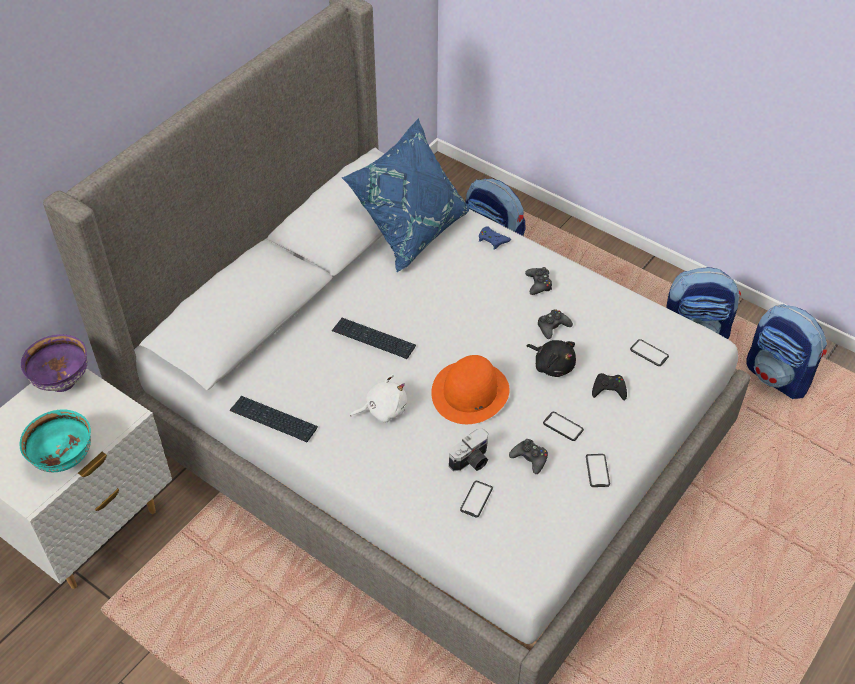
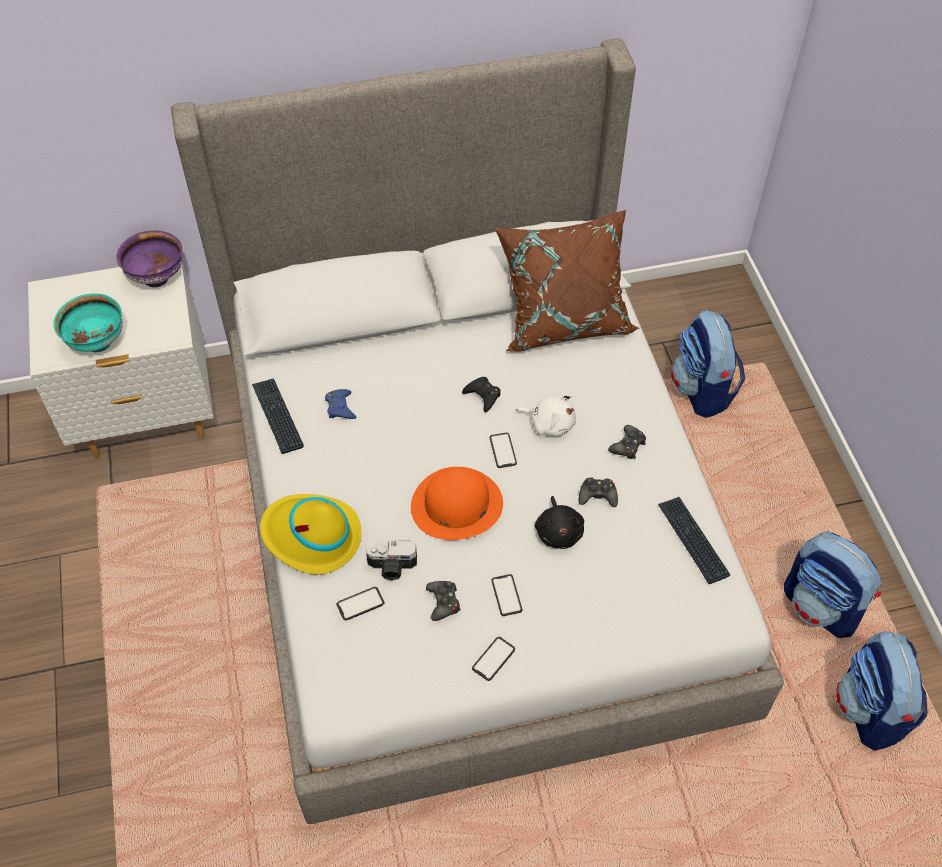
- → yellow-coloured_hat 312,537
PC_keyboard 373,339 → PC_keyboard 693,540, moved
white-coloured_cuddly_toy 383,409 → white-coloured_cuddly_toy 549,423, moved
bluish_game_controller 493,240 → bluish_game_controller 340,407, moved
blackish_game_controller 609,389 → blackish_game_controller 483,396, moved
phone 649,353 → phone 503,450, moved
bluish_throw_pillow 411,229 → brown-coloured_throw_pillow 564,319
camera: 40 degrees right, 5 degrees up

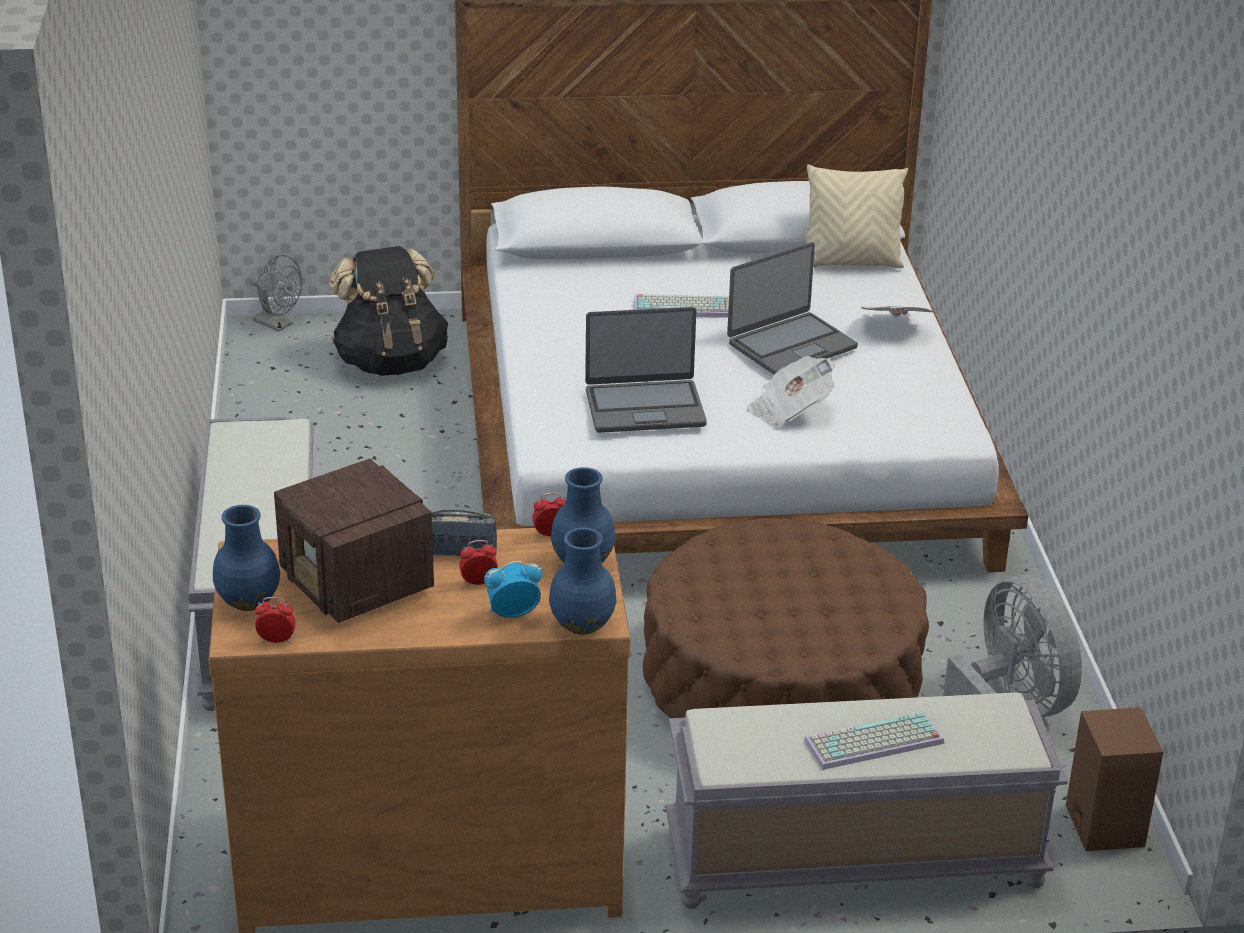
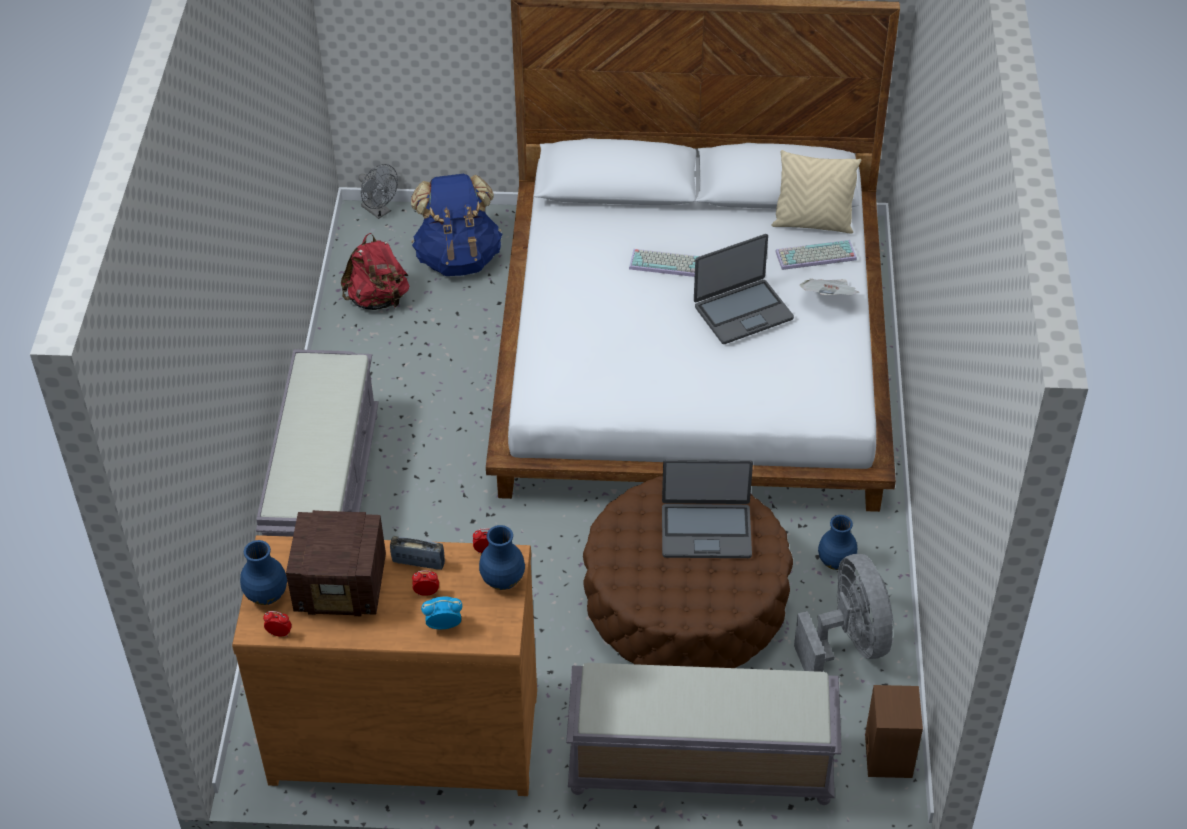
daily_paper 789,410 → -
- → reddish_rucksack 378,299
bluish_decorative_vase 581,624 → bluish_decorative_vase 835,561, moved
laptop 644,407 → laptop 706,530, moved
PC_keyboard 873,744 → PC_keyboard 815,257, moved
blackish_rucksack 391,362 → bluish_rucksack 458,257
radio_set 357,584 → radio_set 342,586, 60 degrees counterclockwise
camera: 10 degrees right, 15 degrees up

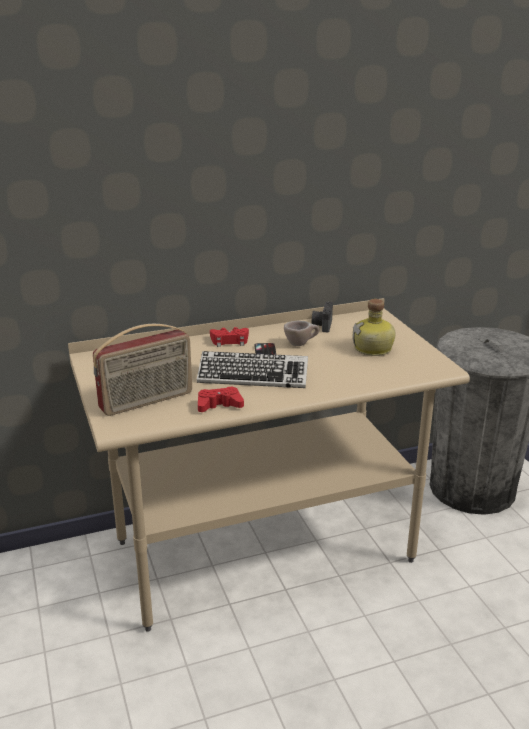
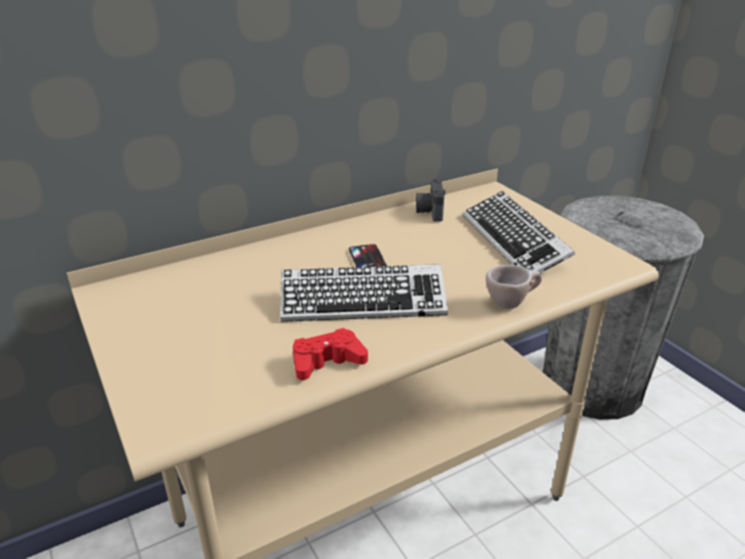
radio_set 147,401 → -
reddish_game_controller 229,341 → -
beige_cup 301,344 → beige_cup 511,303, moved
beverage_bottle 374,349 → PC_keyboard 513,241
camera: 10 degrees left, 5 degrees up

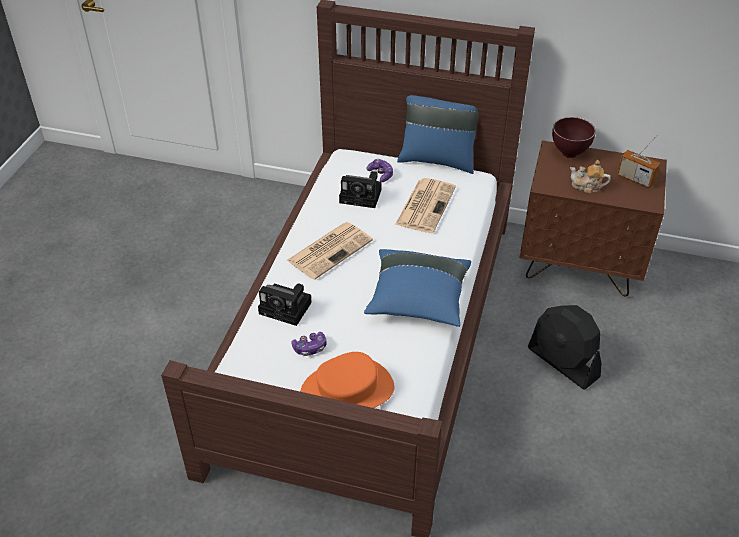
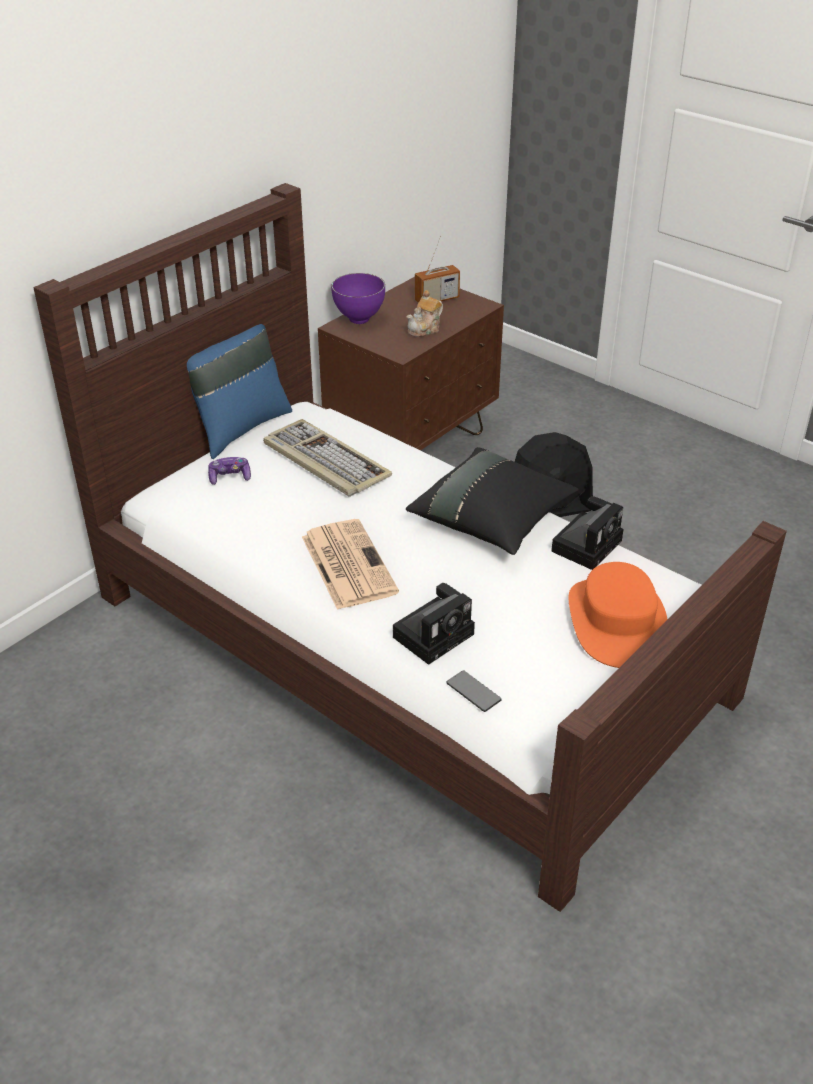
game_controller 310,348 → -
- → phone 473,692
still_camera 362,196 → still_camera 587,544, moved
daily_paper 425,205 → PC_keyboard 324,461
bluish_throw_pillow 417,300 → blackish_throw_pillow 492,520
brown-coloured_bowl 569,154 → purple-coloured_bowl 360,320
camera: 65 degrees left, 5 degrees down

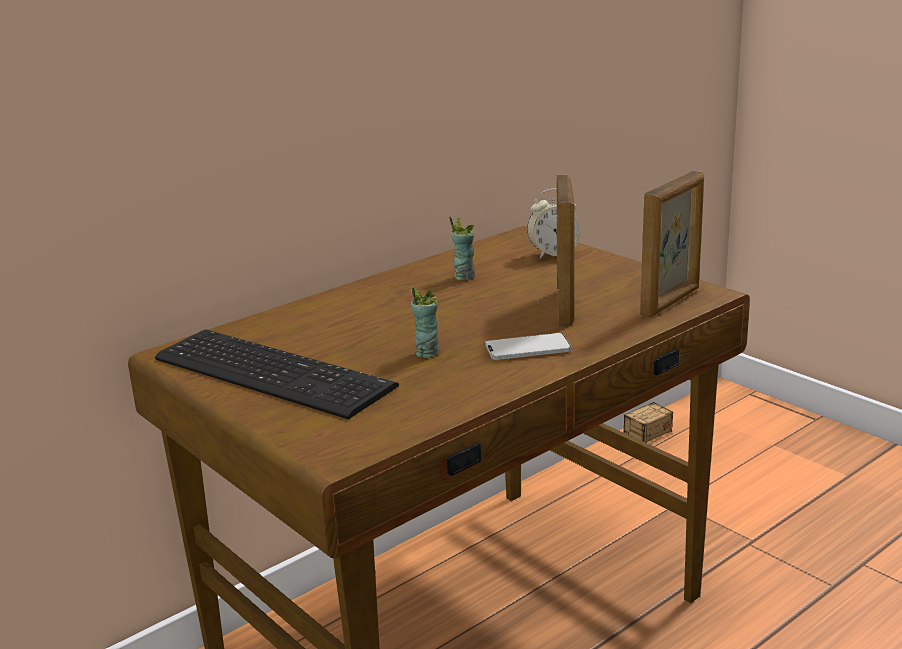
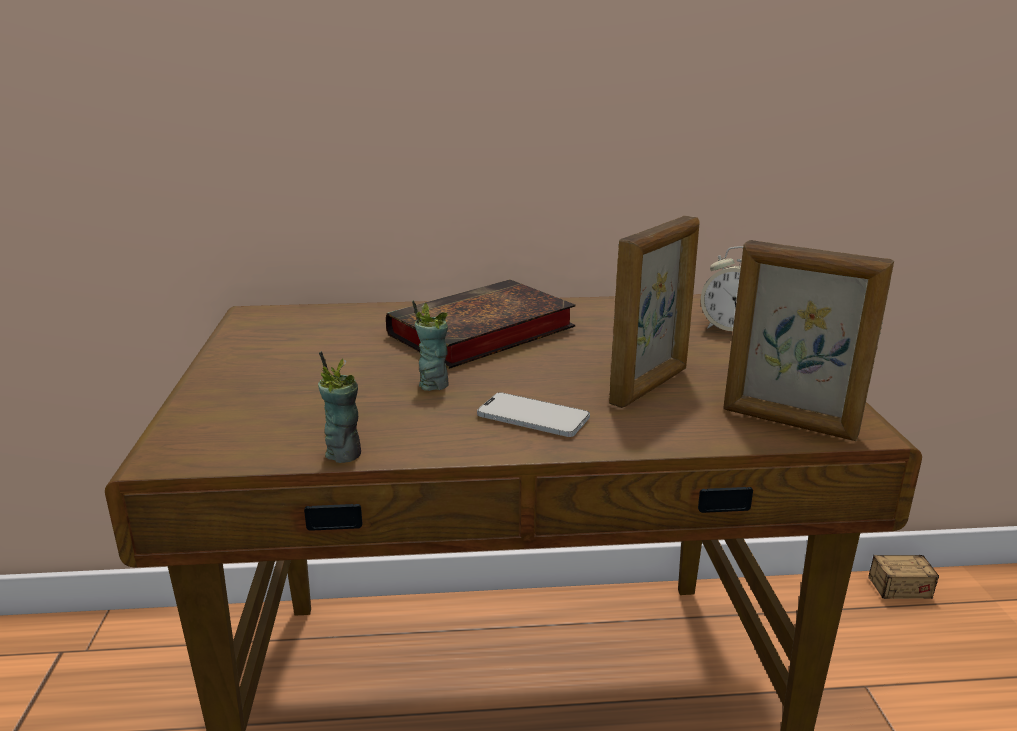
PC_keyboard 273,370 → -
- → book 479,334
cup 464,276 → cup 344,454, moved
photo_frame 671,302 → photo_frame 788,423, 45 degrees clockwise
camera: 35 degrees right, 0 degrees up

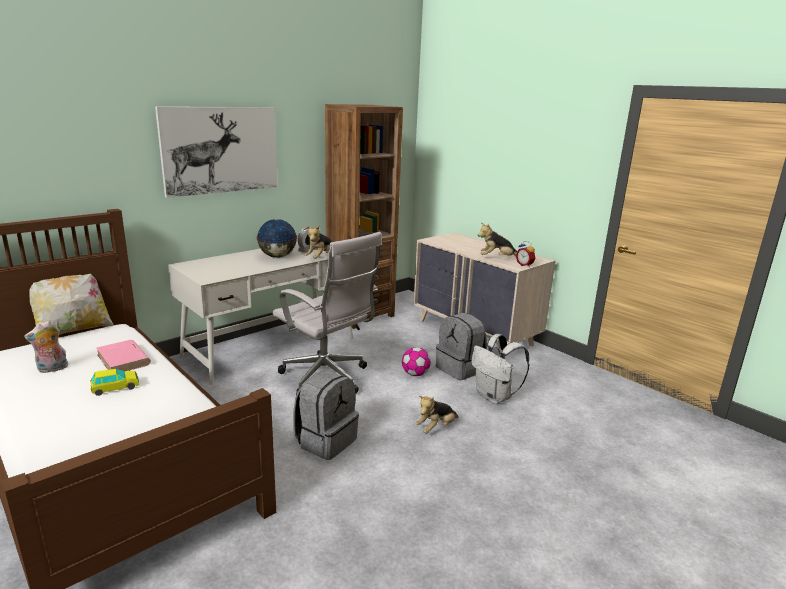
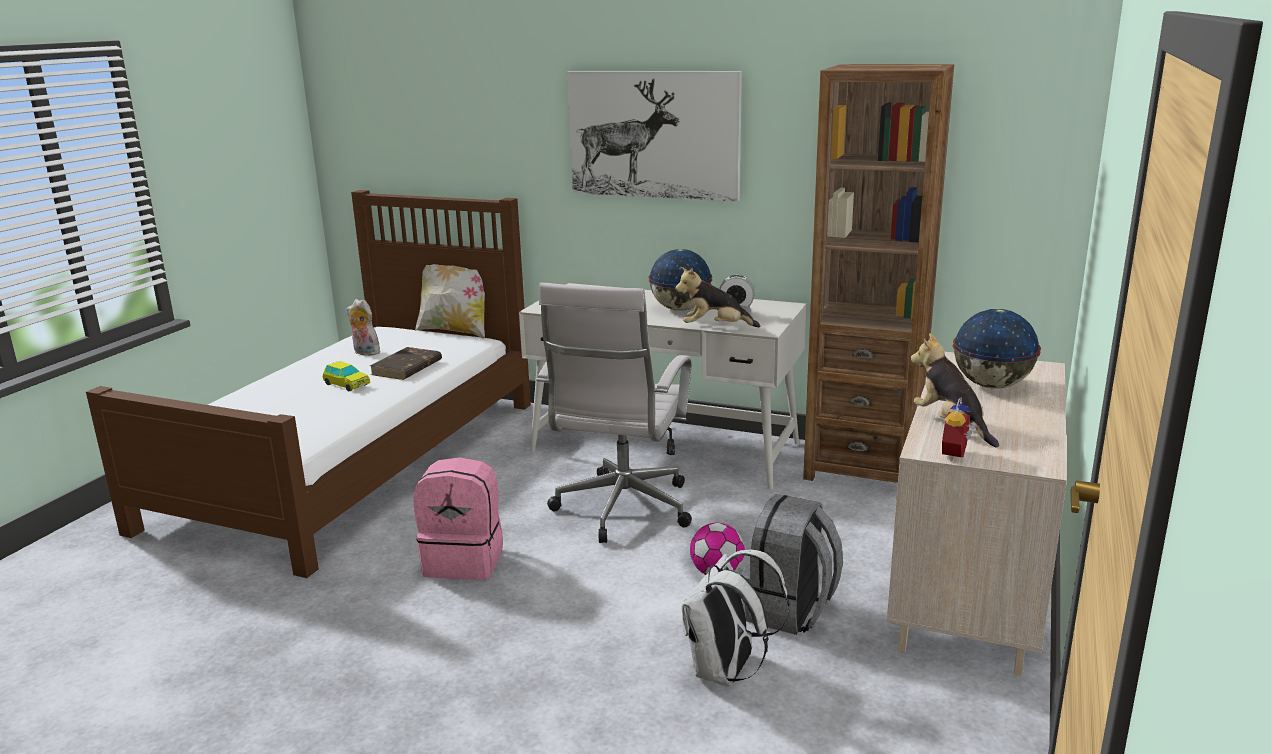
cuddly_toy 436,428 → -
- → globe 991,385
pink_book 124,360 → brown-coloured_book 406,367
gray_rucksack 326,441 → pink_rucksack 465,561
camera: 65 degrees right, 0 degrees up

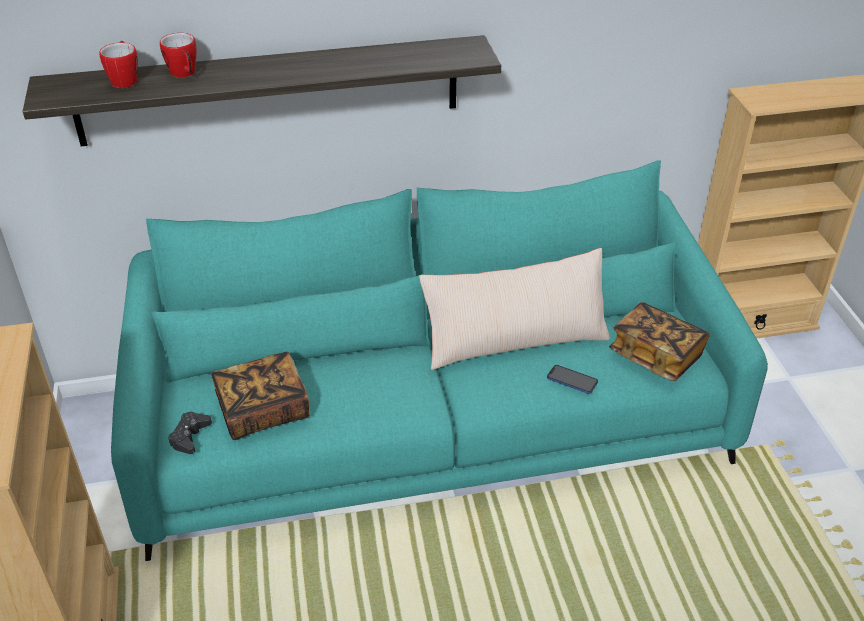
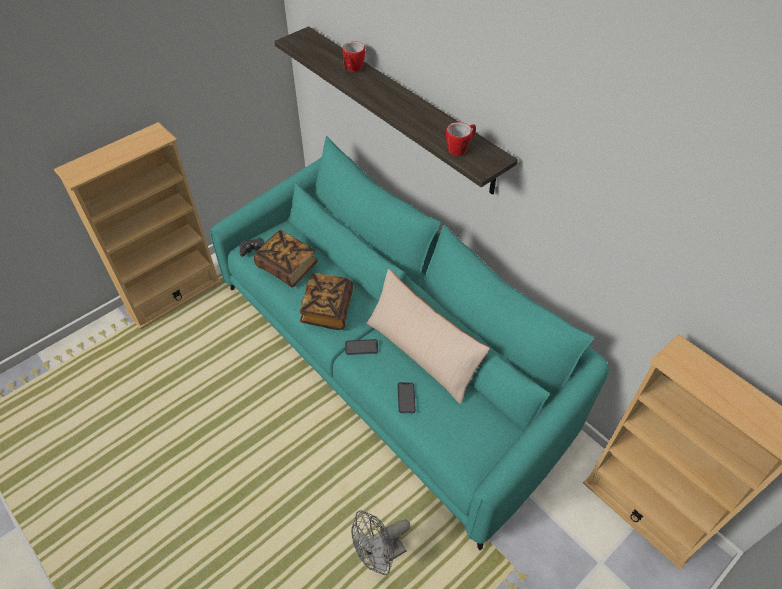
- → phone 361,347
- → gray_cooling_fan 380,556
mug 125,79 → mug 460,149, moved
book 656,355 → book 327,309, moved
camera: 60 degrees right, 10 degrees up

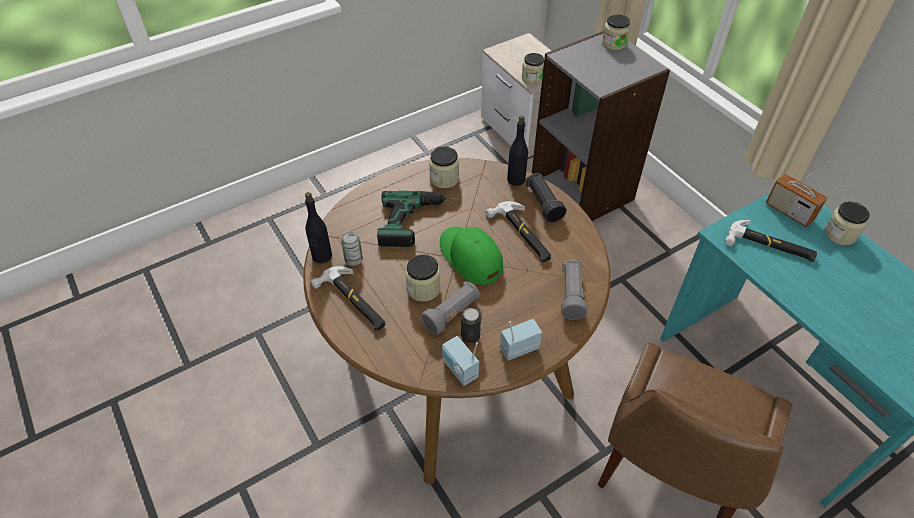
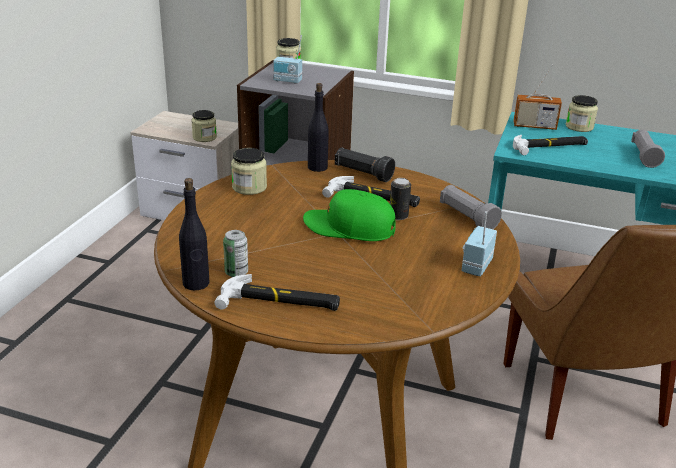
power_drill 419,221 → -
jar 423,288 → -
gray_hand_torch 452,314 → gray_hand_torch 644,157, moved
radio_set 459,370 → radio_set 287,81, moved
sealed_can 470,336 → sealed_can 398,216, moved
camera: 40 degrees left, 20 degrees down

